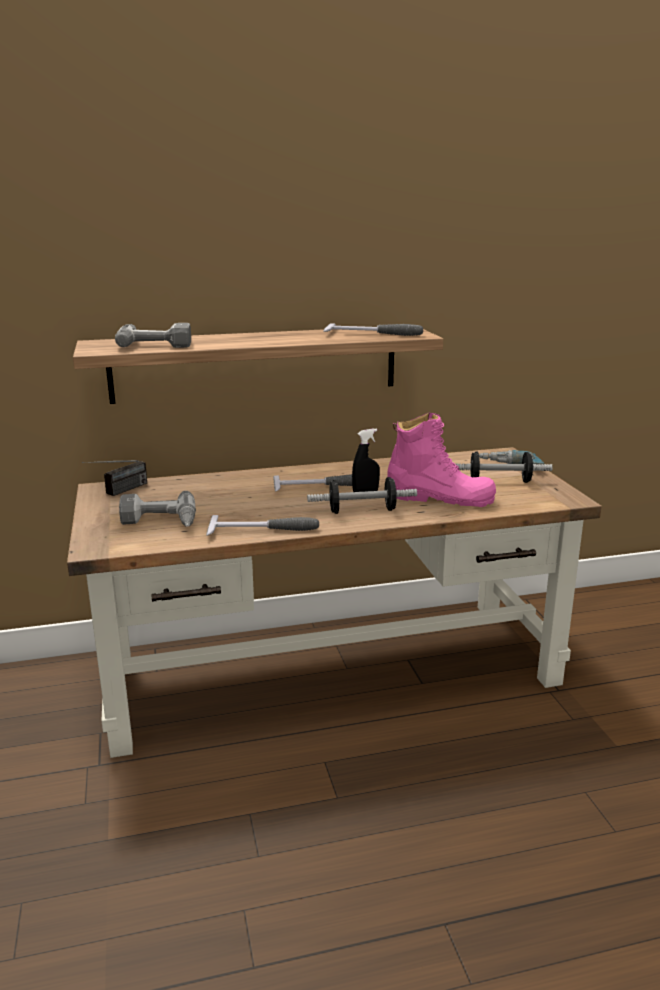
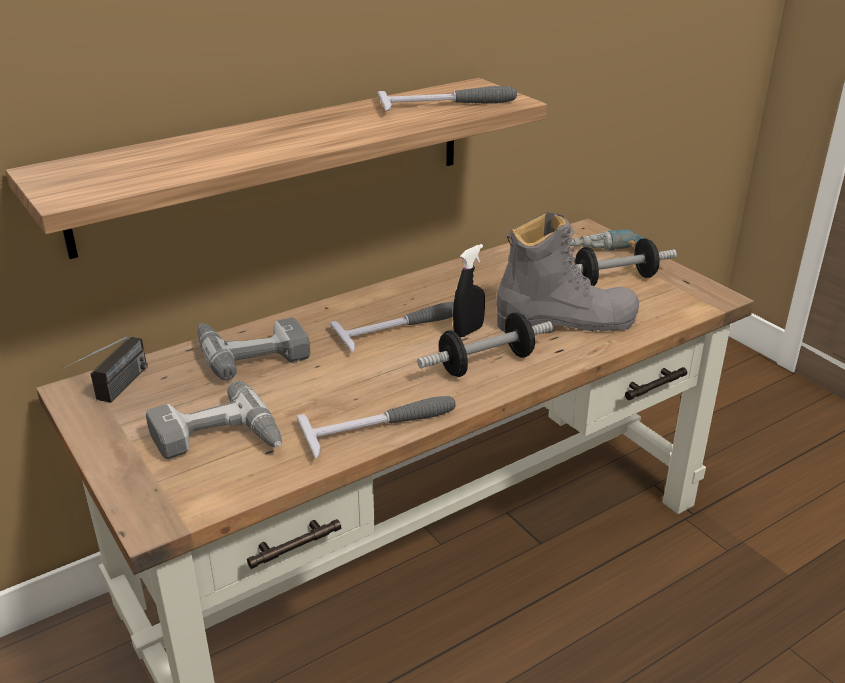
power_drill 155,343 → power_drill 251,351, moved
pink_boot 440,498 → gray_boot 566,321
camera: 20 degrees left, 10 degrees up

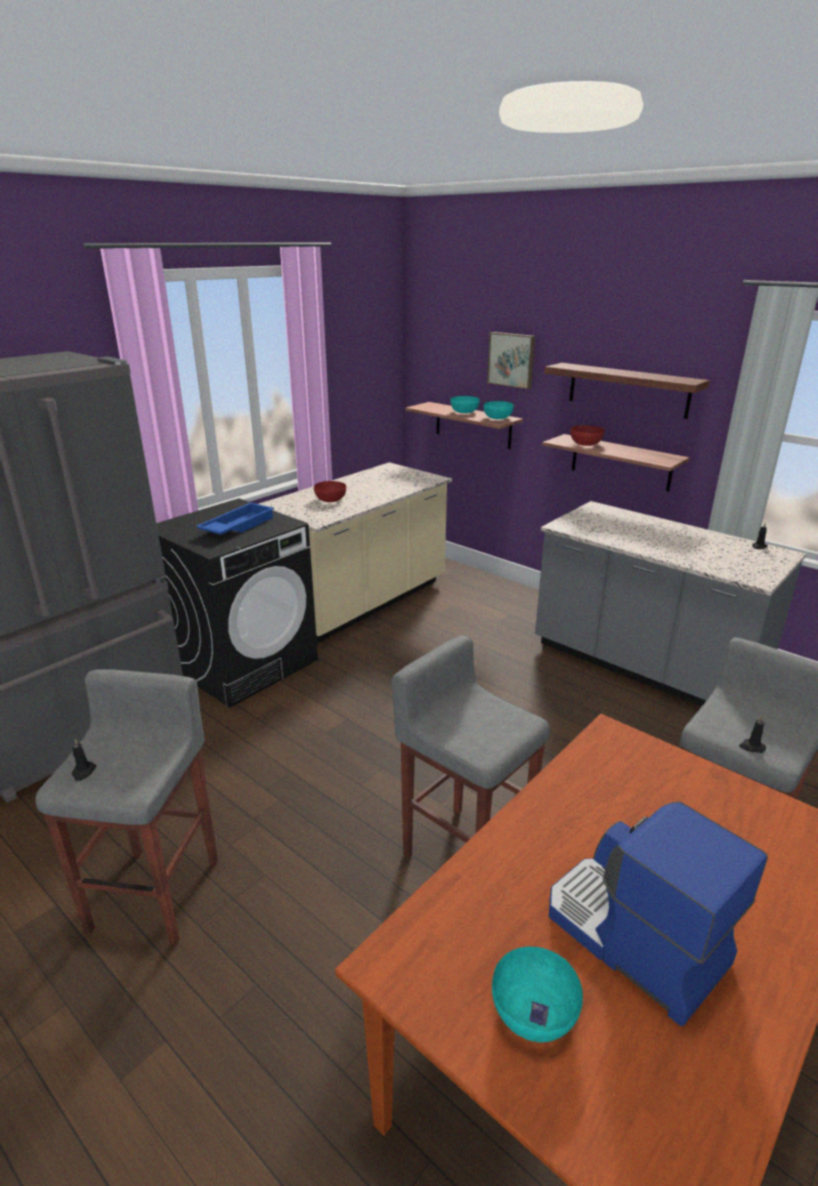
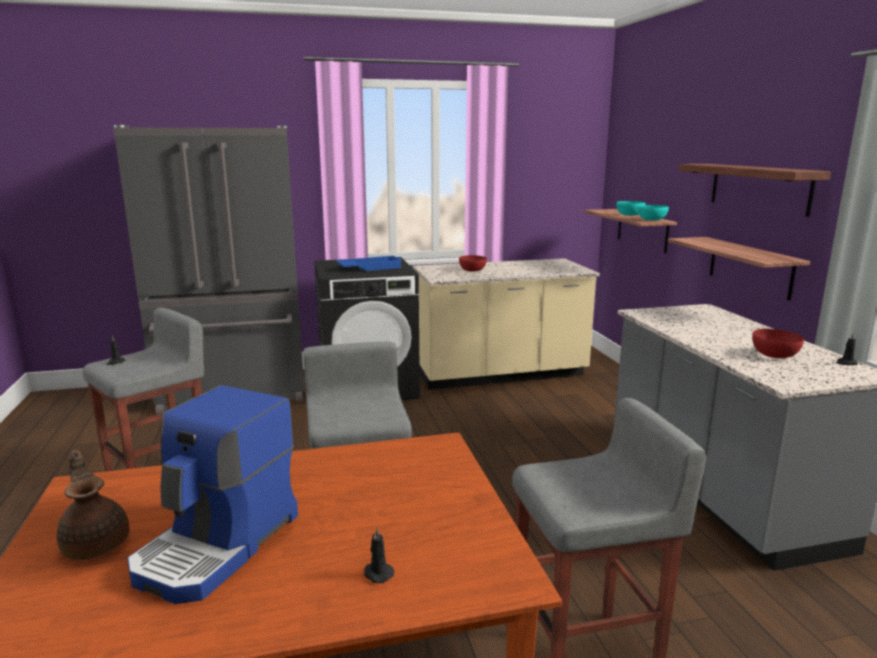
wall_art 512,359 → -
reddish_bowl 585,444 → reddish_bowl 775,355, moved
blackish_candle 751,747 → blackish_candle 377,573, moved
turquoise_bowl 533,1010 → brown-coloured_tea_pot 96,543
coffee_brewer 633,938 → coffee_brewer 219,545, 150 degrees counterclockwise
camera: 35 degrees right, 10 degrees down

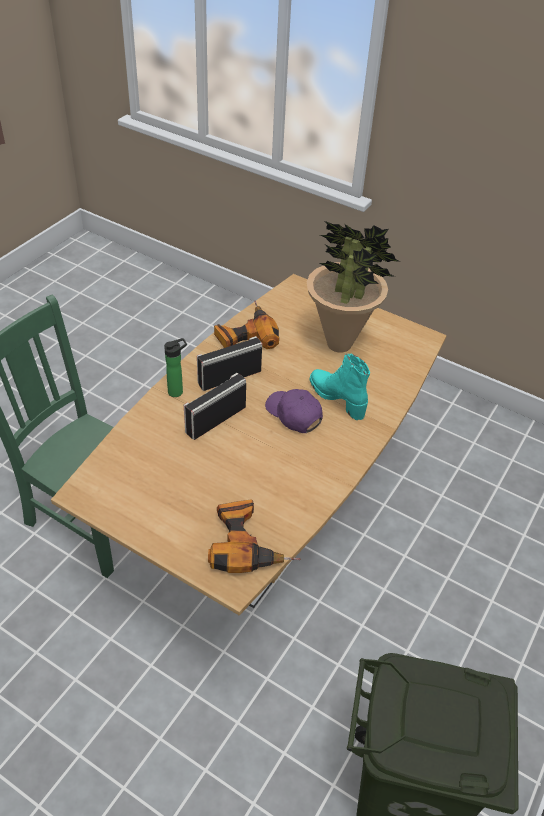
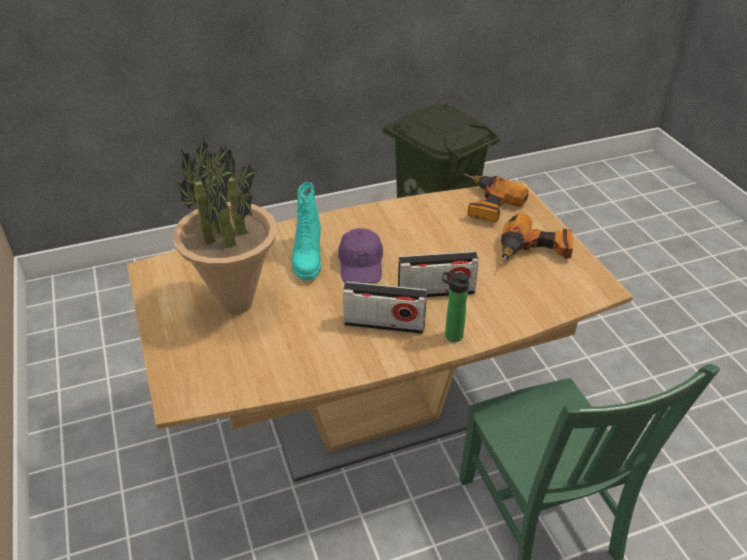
power_drill 244,335 → power_drill 534,252, moved
camera: 140 degrees left, 5 degrees down

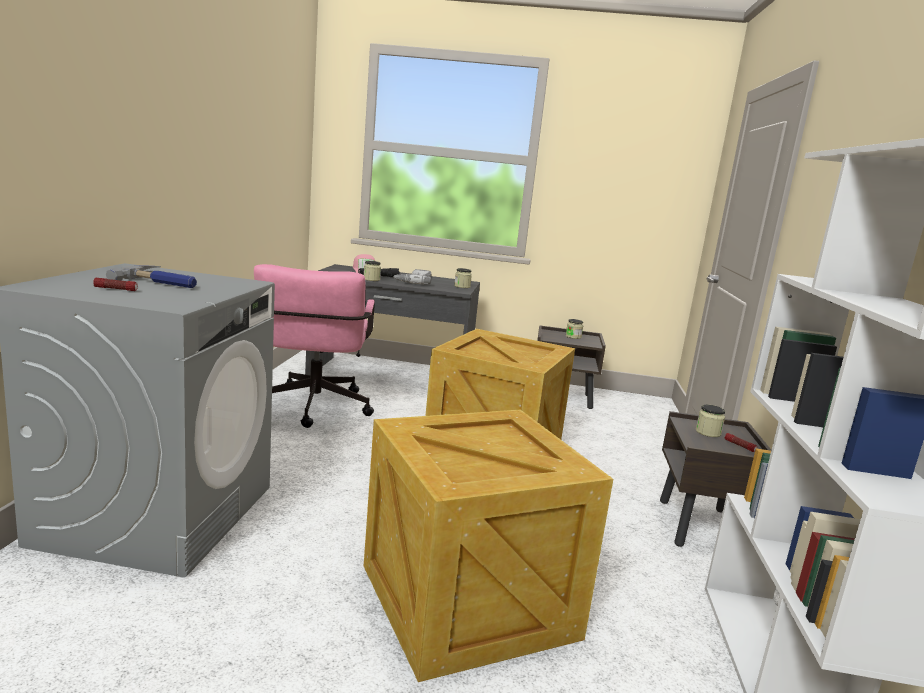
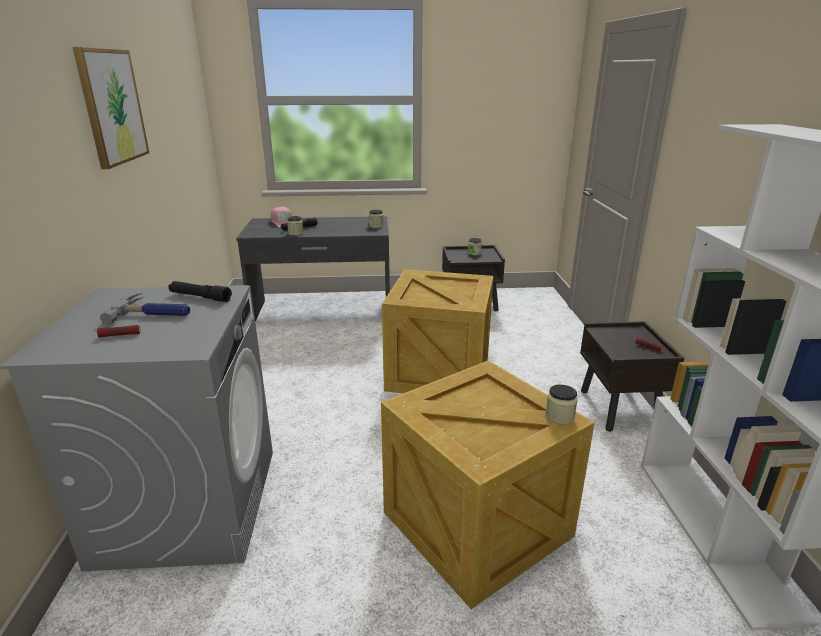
pink_desk_chair 312,410 → -
power_drill 413,281 → -
- → wall_art 112,107
- → blackish_hand_torch 200,297
jar 708,432 → jar 559,416, moved
camera: 10 degrees left, 10 degrees up

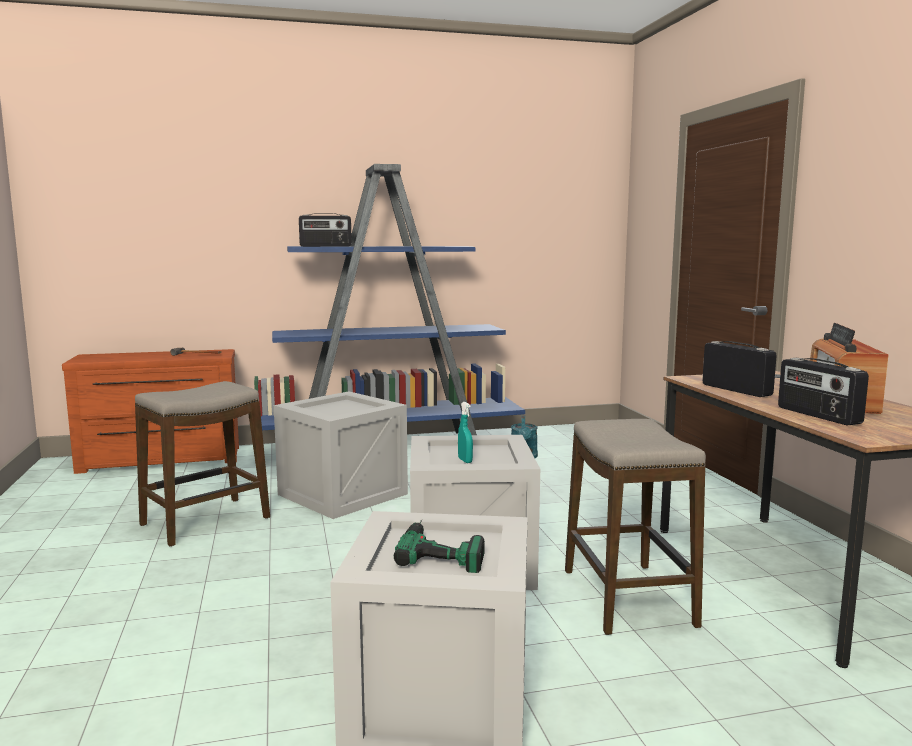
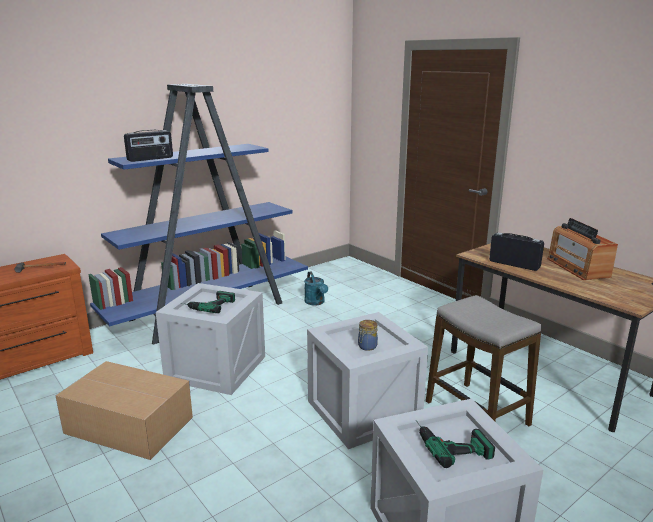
radio_set 817,415 → -
- → power_drill 207,305
sitting_stool 205,521 → carton 128,424
turquoise_hand_sprayer 465,460 → jar 366,347
camera: 25 degrees left, 10 degrees up

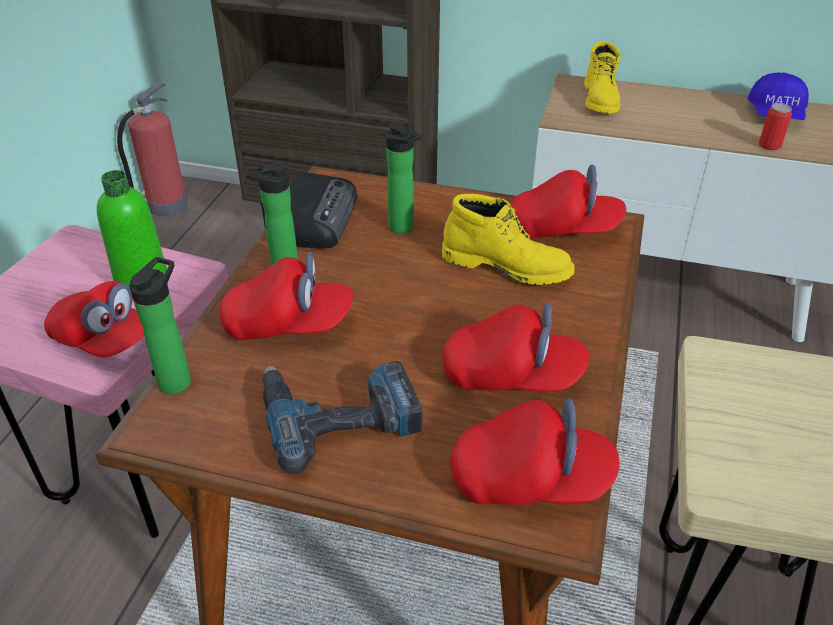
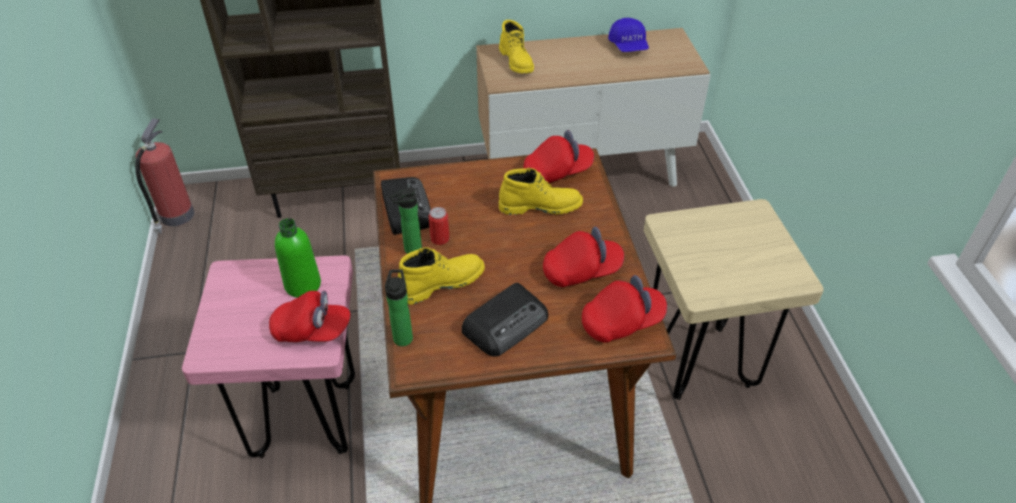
beverage_bottle 403,228 → -
sealed_can 769,145 → sealed_can 440,239, moved
reddish_baseball_cap 288,324 → yellow-coloured_boot 441,283
power_drill 339,414 → radio_set 506,323
camera: 25 degrees left, 5 degrees up

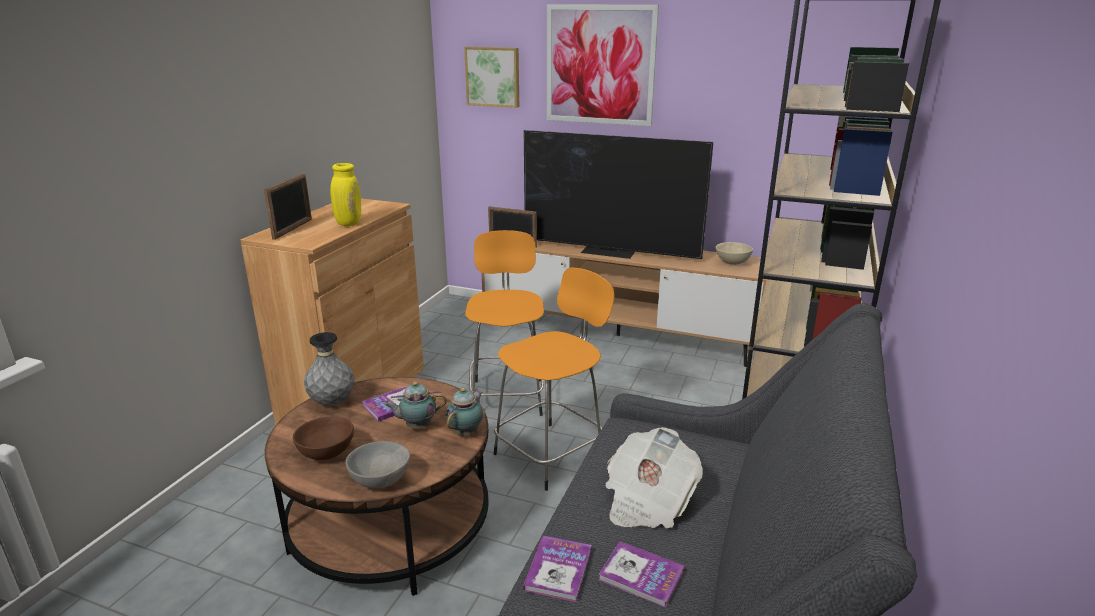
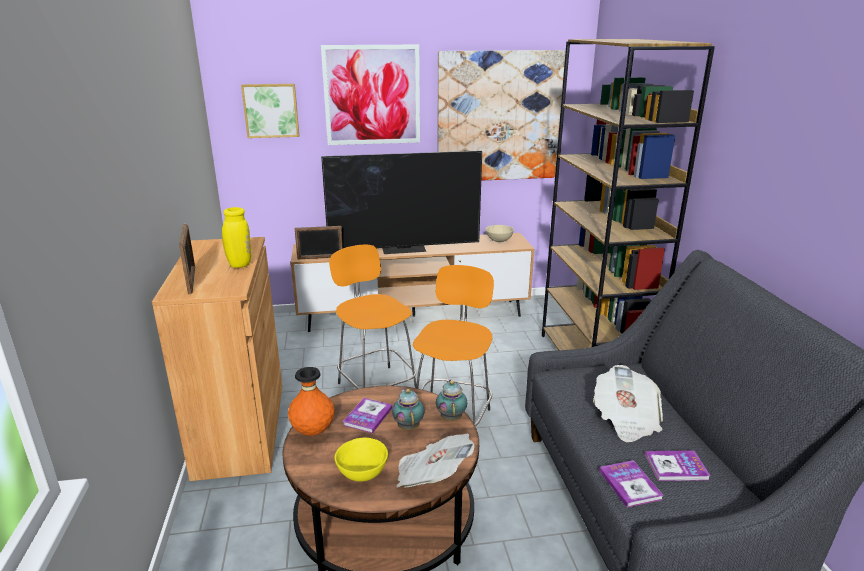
- → wall_art 498,117
gray_bowl 380,480 → daily_paper 432,477
brown-coloured_bowl 326,453 → yellow-coloured_bowl 361,473
gray_decorative_vase 332,402 → orangey_decorative_vase 313,431
tea_pot 417,426 → tea_pot 408,426, 120 degrees clockwise
camera: 30 degrees left, 0 degrees up

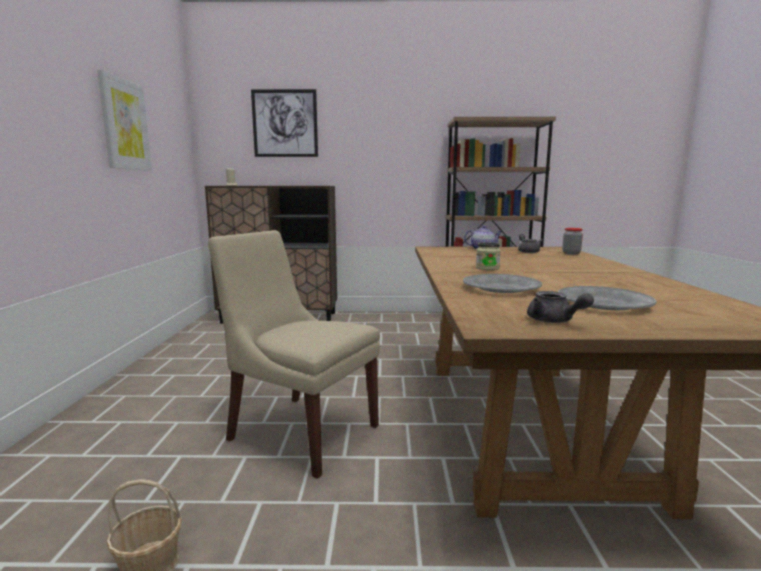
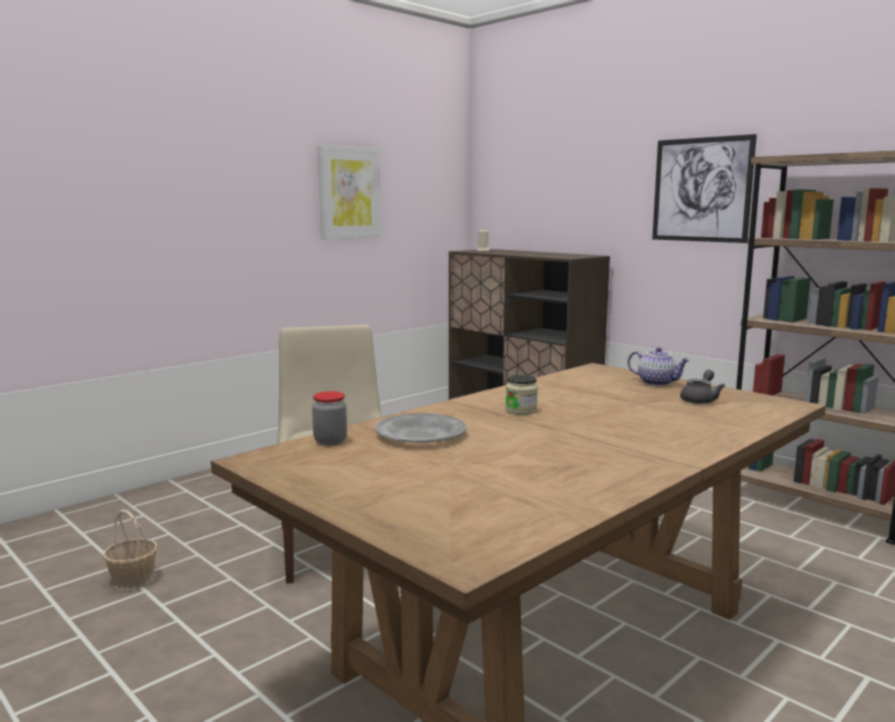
gray_tea_pot 554,321 → -
gray_plate 603,303 → -
wall_art 285,123 → wall_art 701,190, moved
jar 571,253 → jar 330,441, moved
camera: 45 degrees right, 0 degrees up

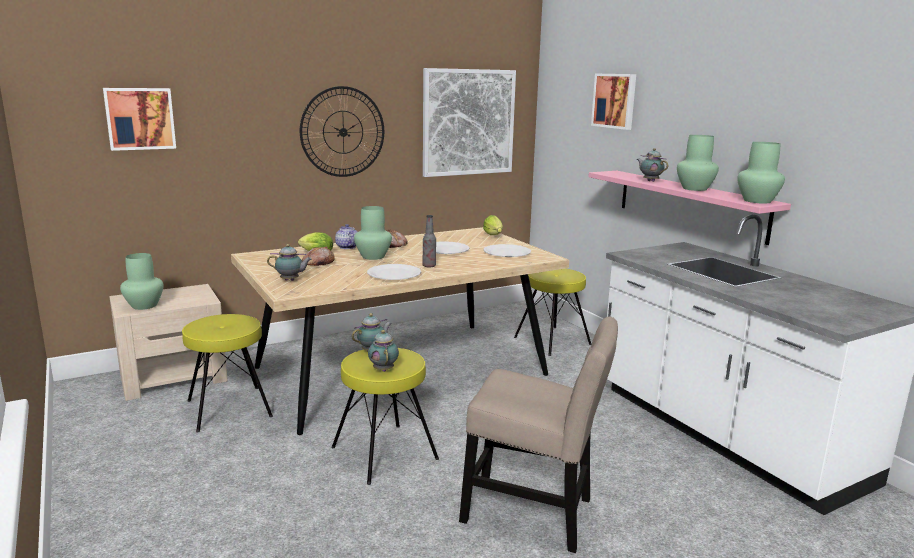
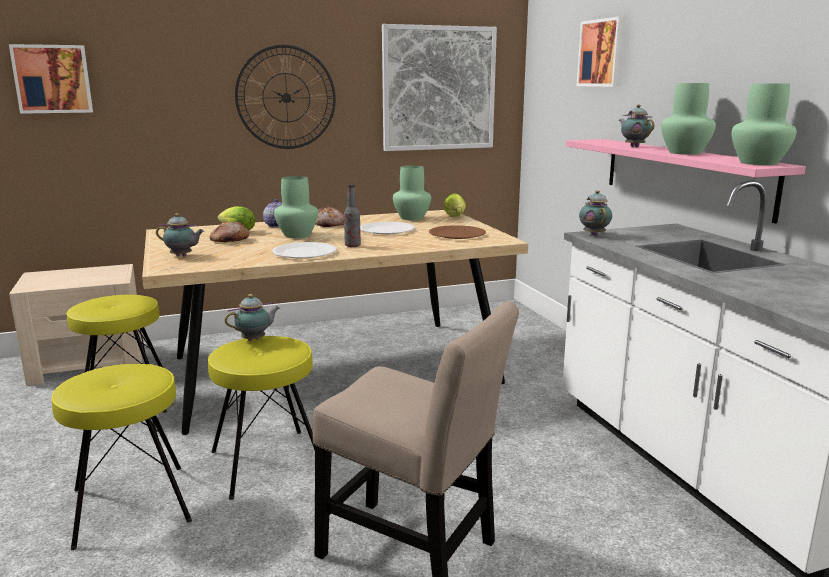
greenish_decorative_vase 144,306 → greenish_decorative_vase 411,218, moved
tea_pot 383,369 → tea_pot 593,234, moved
yellow-coloured_sitting_stool 553,341 → yellow-coloured_sitting_stool 132,505, moved
white-coloured_plate 506,252 → brown-coloured_plate 457,234
camera: 10 degrees right, 0 degrees up

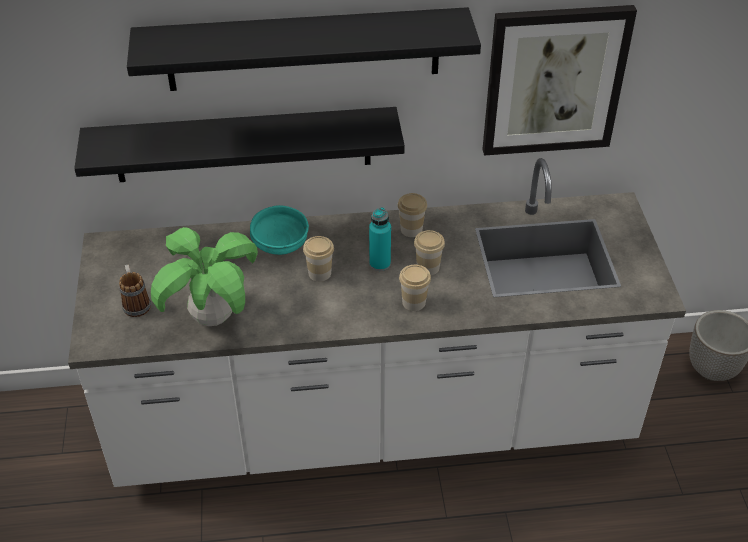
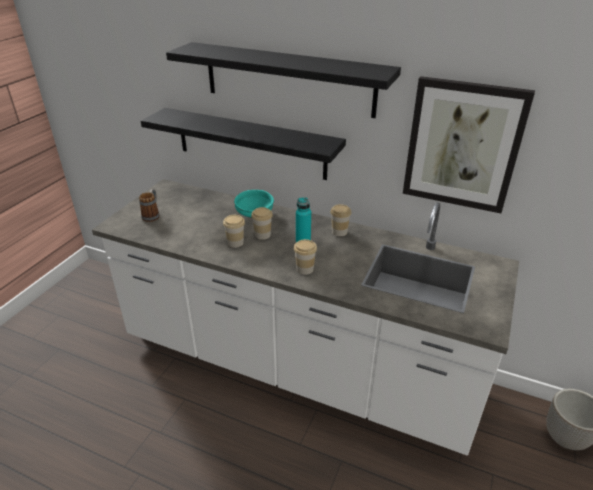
plant_in_a_pot 213,317 → -
cup 428,267 → cup 235,243, moved
camera: 30 degrees right, 10 degrees down

